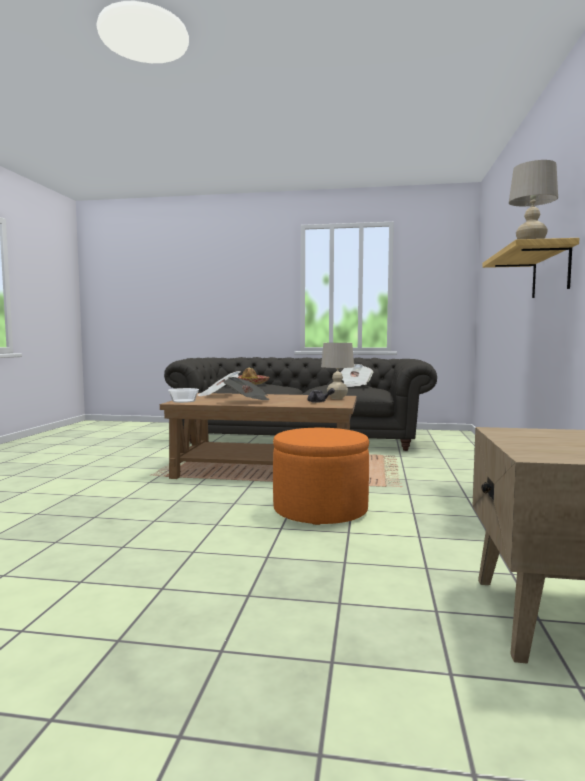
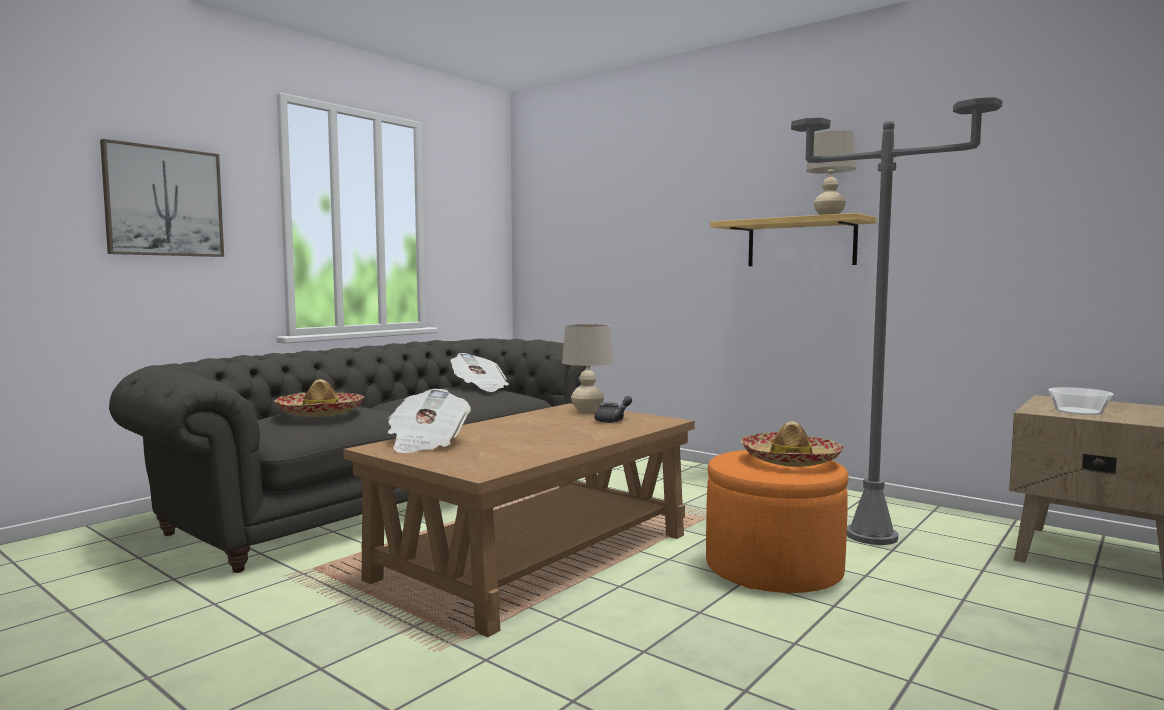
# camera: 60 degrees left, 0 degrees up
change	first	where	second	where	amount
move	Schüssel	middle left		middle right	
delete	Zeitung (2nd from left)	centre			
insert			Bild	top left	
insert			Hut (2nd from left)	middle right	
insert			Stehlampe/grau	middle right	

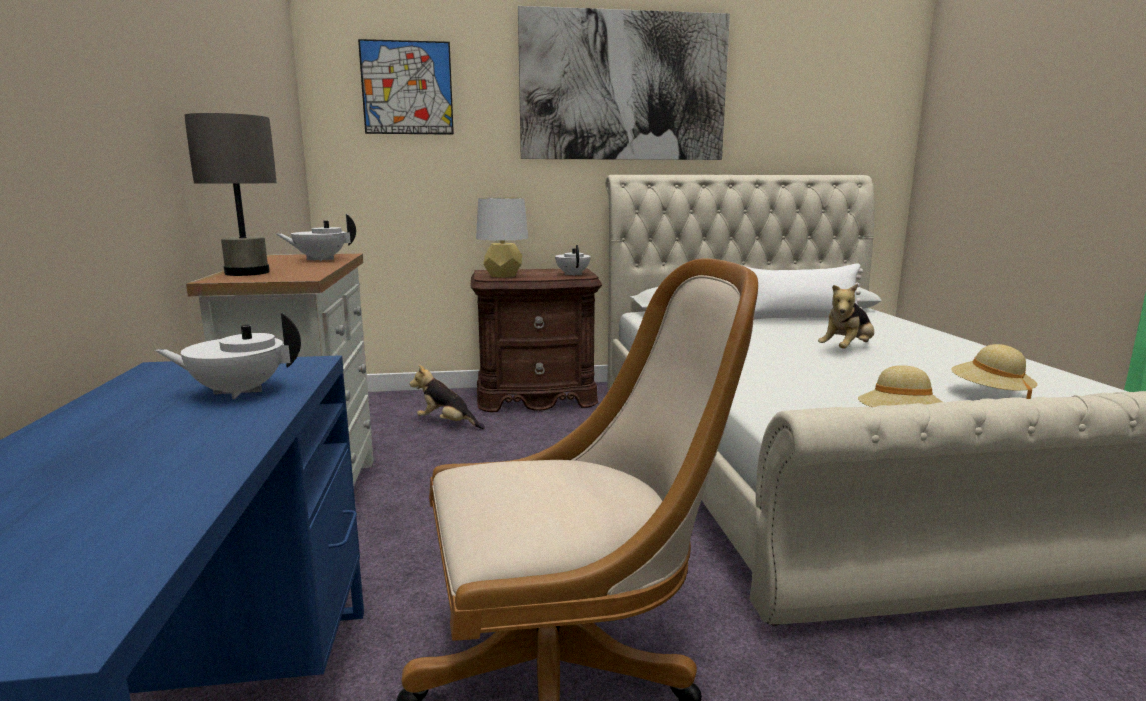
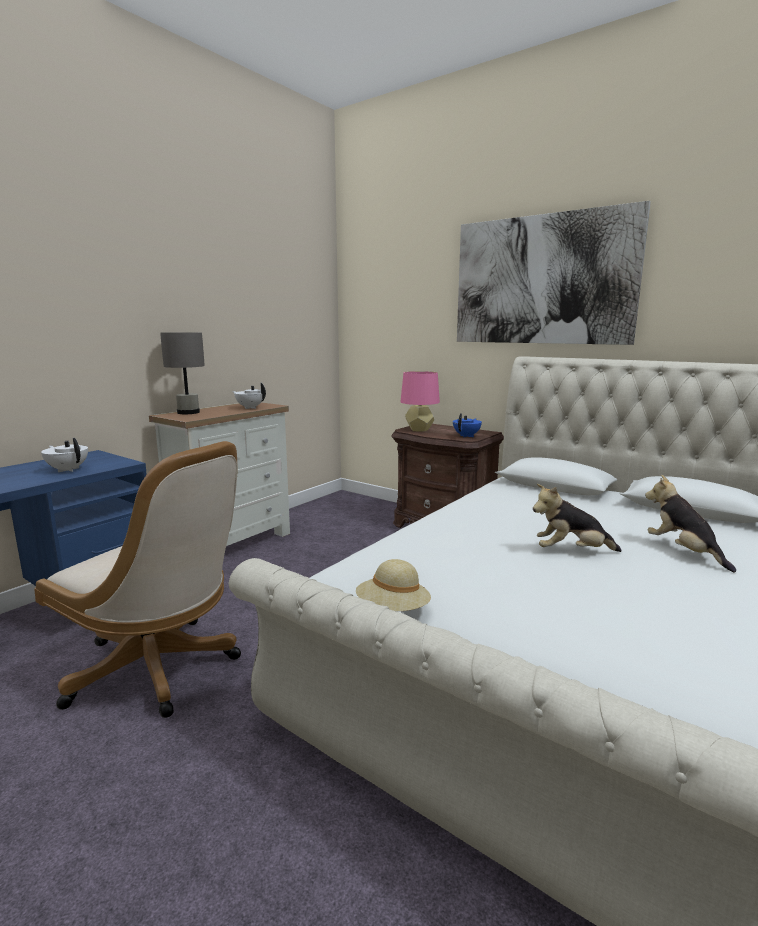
# camera: 45 degrees right, 0 degrees up
change	first	where	second	where	amount
delete	Bild (1st from left)	top centre			
move	Plüschtier (1st from left in the first image)	centre	Plüschtier (2nd from left)	middle right	
recolor	Tischlampe/grau (2nd from left)	centre	Tischlampe/rosa	centre	
recolor	Teekanne/weiß (3rd from left)	centre	Teekanne/blau	centre	
delete	Kissen/weiß	middle right			
delete	Hut/beige (2nd from left)	middle right			

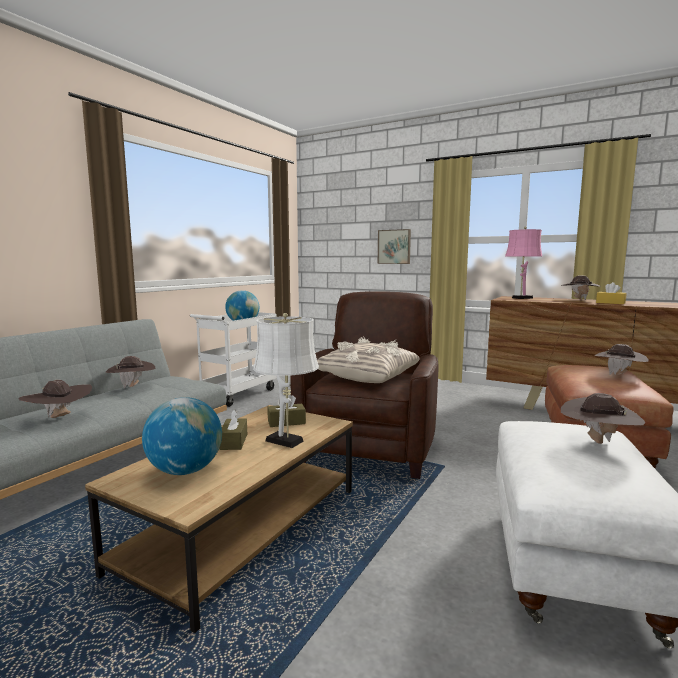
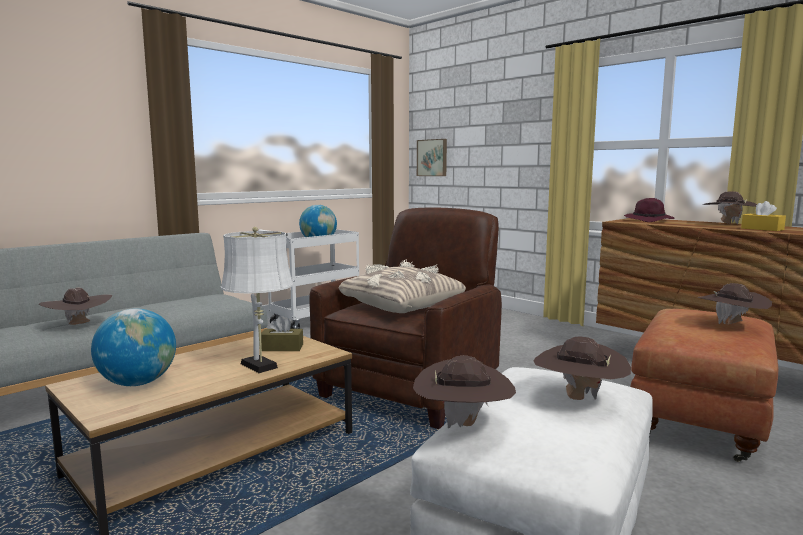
# camera: 15 degrees right, 0 degrees up
change	first	where	second	where	amount
move	Hut/braun (2nd from left)	middle left		bottom centre	
delete	Taschentuchbox/braun (1st from left)	centre			
move	Bild	centre		top centre	
replace	Tischlampe/rosa	middle right	Hut/lila	middle right	

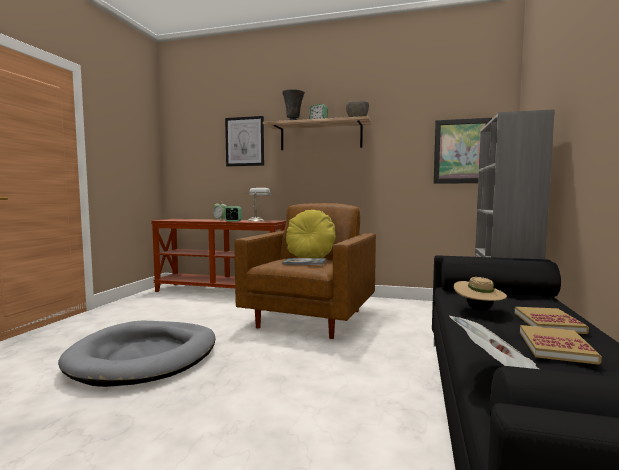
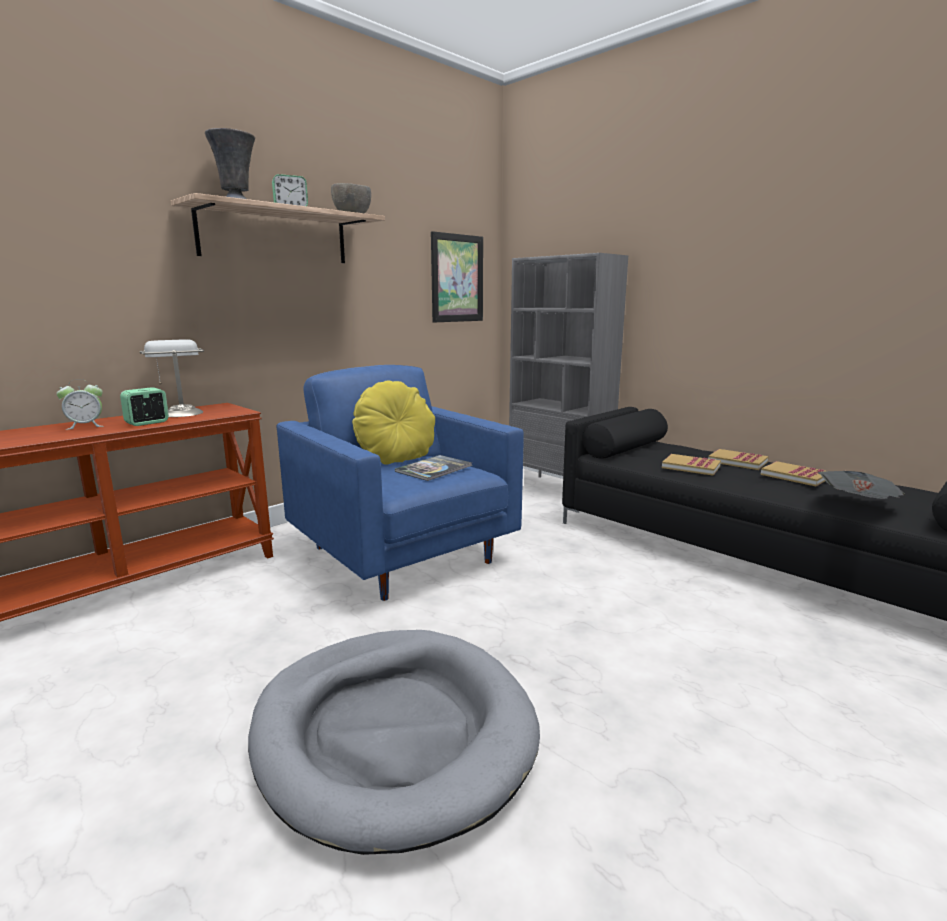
# camera: 60 degrees left, 10 degrees up
change	first	where	second	where	amount
delete	Bild (1st from left)	top centre			
recolor	Sessel/braun	centre	Sessel/blau	centre	
replace	Hut/beige	middle right	Buch (2nd from left)	middle right	

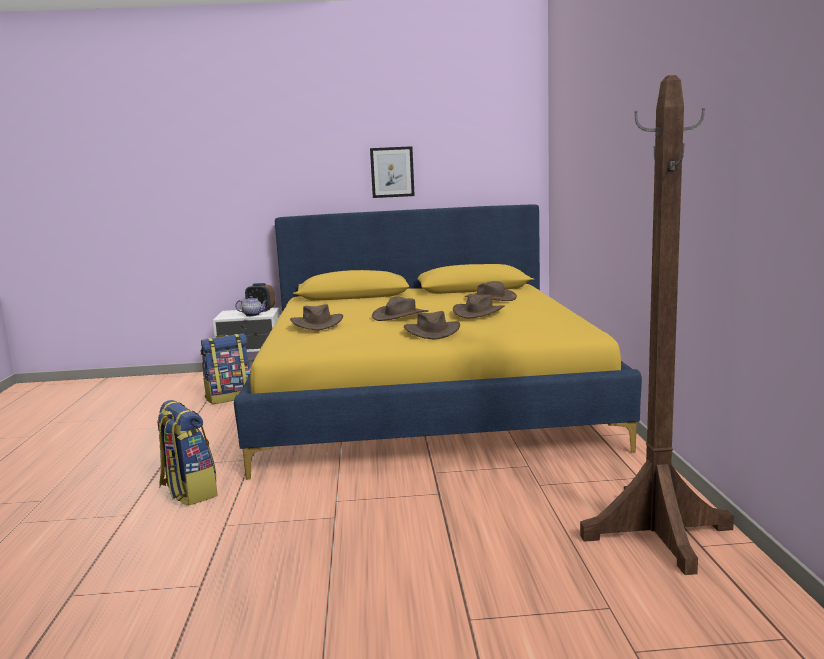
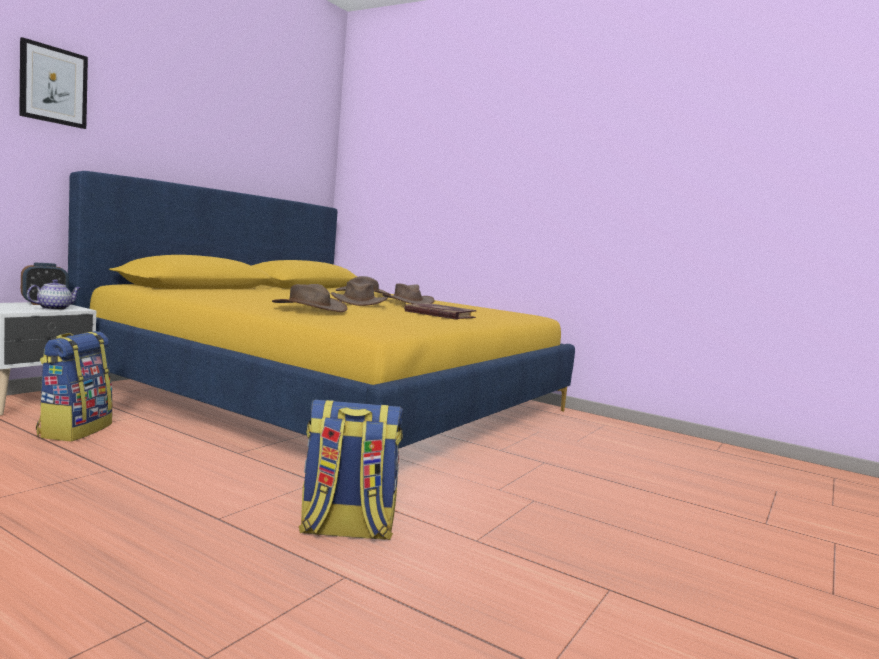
# camera: 55 degrees left, 5 degrees down
change	first	where	second	where	amount
move	Bild	top centre		top left	
replace	Hut/braun (3rd from left)	centre	Buch	centre	
delete	Kleiderständer/braun	middle right			

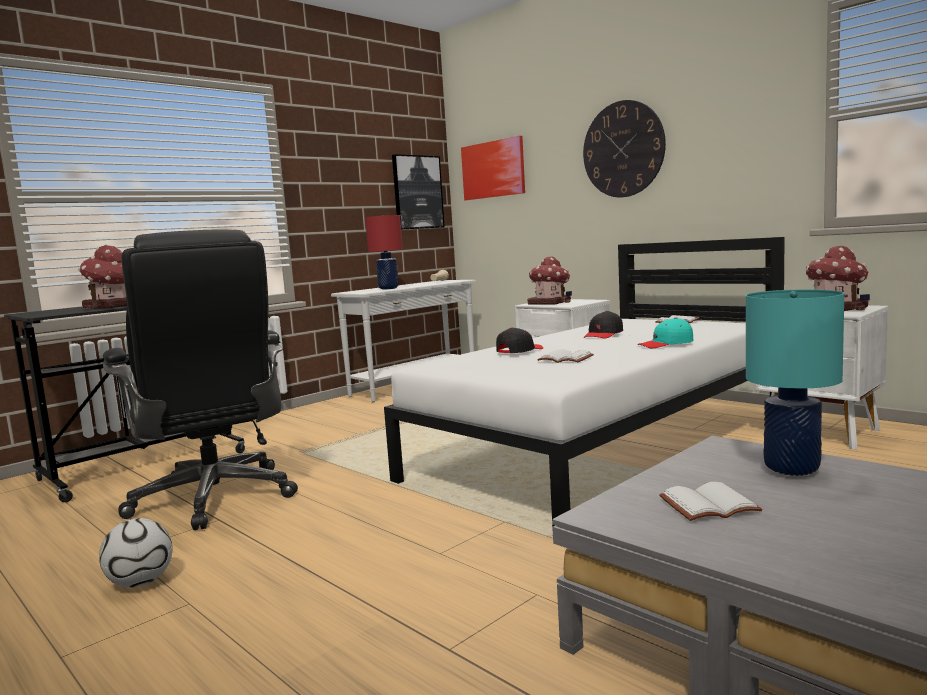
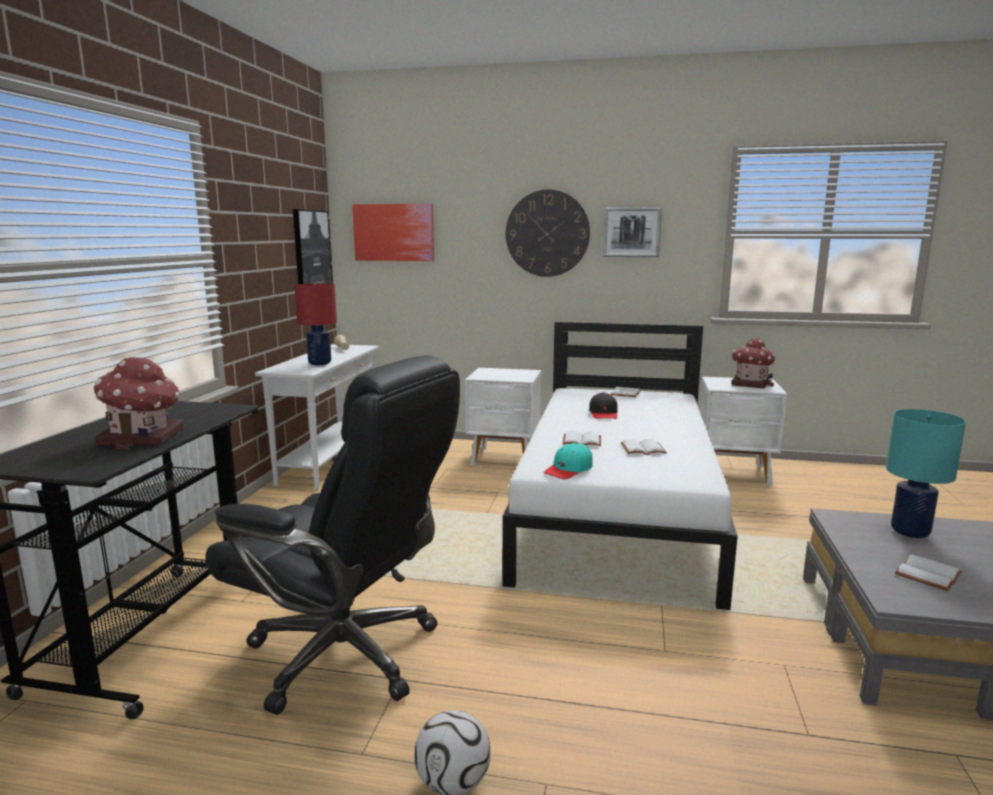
# camera: 35 degrees left, 5 degrees up
change	first	where	second	where	amount
replace	Kappe/schwarz (1st from left)	centre	Buch/weiß (1st from left)	centre	
delete	Spielzeughaus (2nd from left)	centre			
move	Kappe/türkis	middle right		centre	
insert			Bild (3rd from left)	top centre	

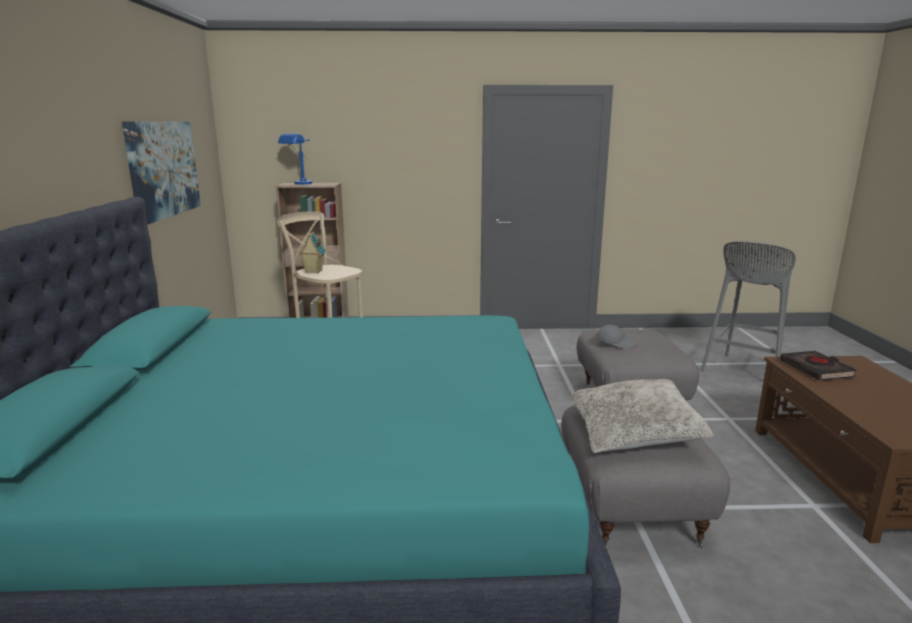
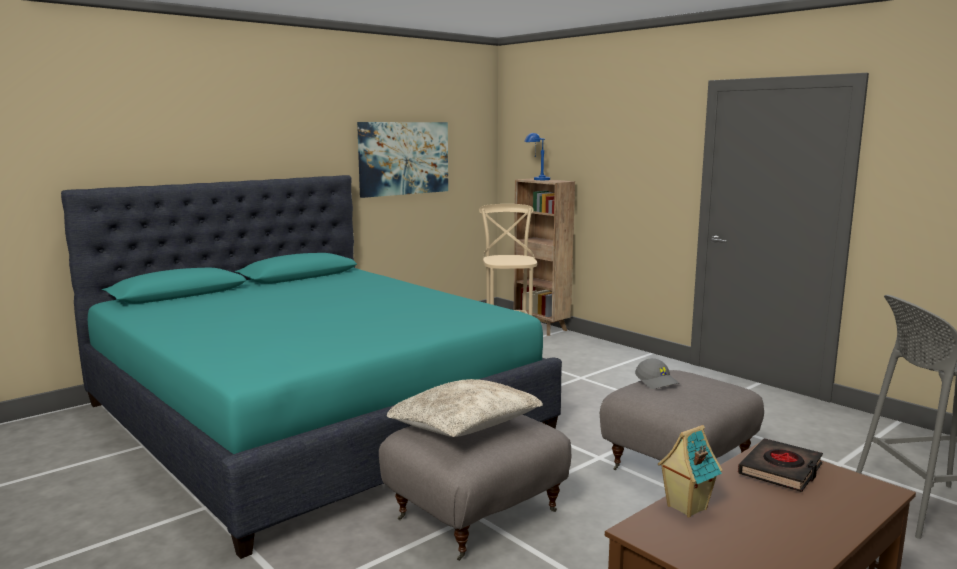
# camera: 50 degrees right, 5 degrees down
change	first	where	second	where	amount
move	Spielzeughaus	centre		bottom right	

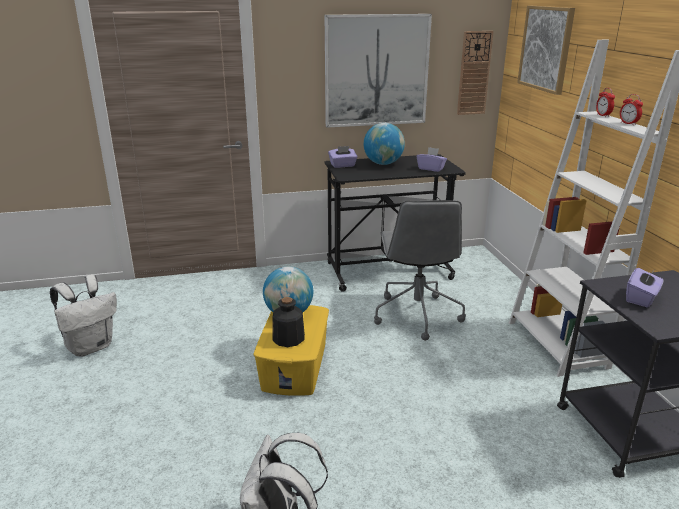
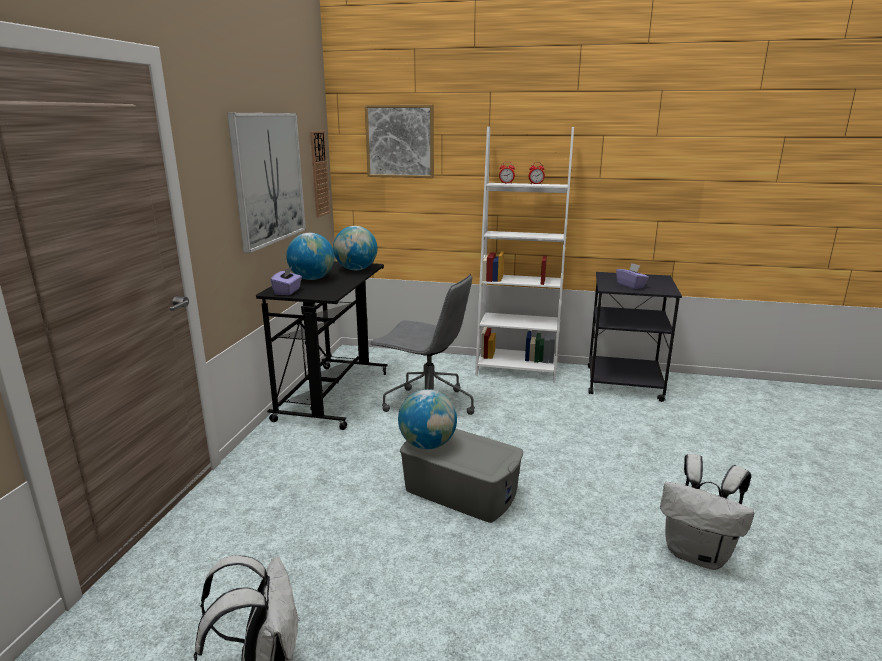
# camera: 65 degrees left, 5 degrees down
change	first	where	second	where	amount
recolor	Aufbewahrungsbox/gelb	bottom centre	Aufbewahrungsbox/grau	bottom centre	
delete	Flasche	centre			
replace	Taschentuchbox/lila (2nd from left)	top centre	Globus (2nd from left)	centre	

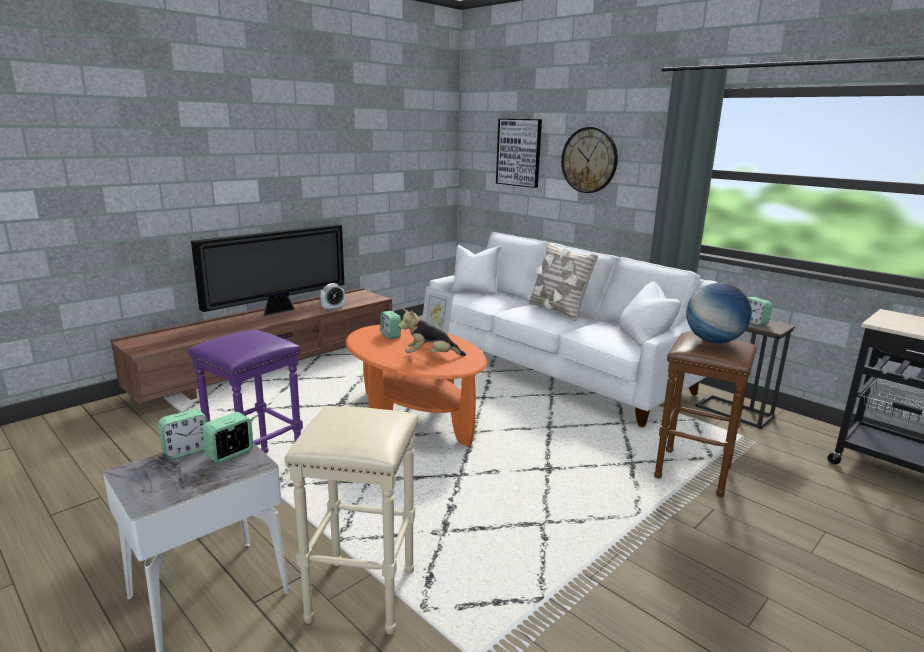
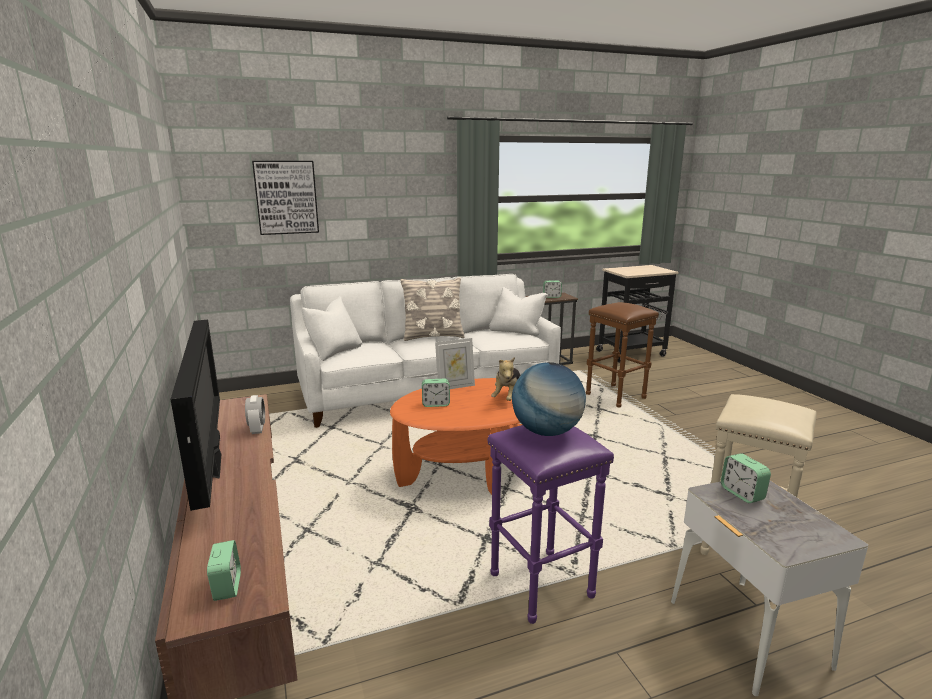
# camera: 65 degrees left, 0 degrees up
change	first	where	second	where	amount
move	Wecker (1st from left)	middle left		bottom left	
delete	Wanduhr	top centre			
move	Globus	middle right		centre	

